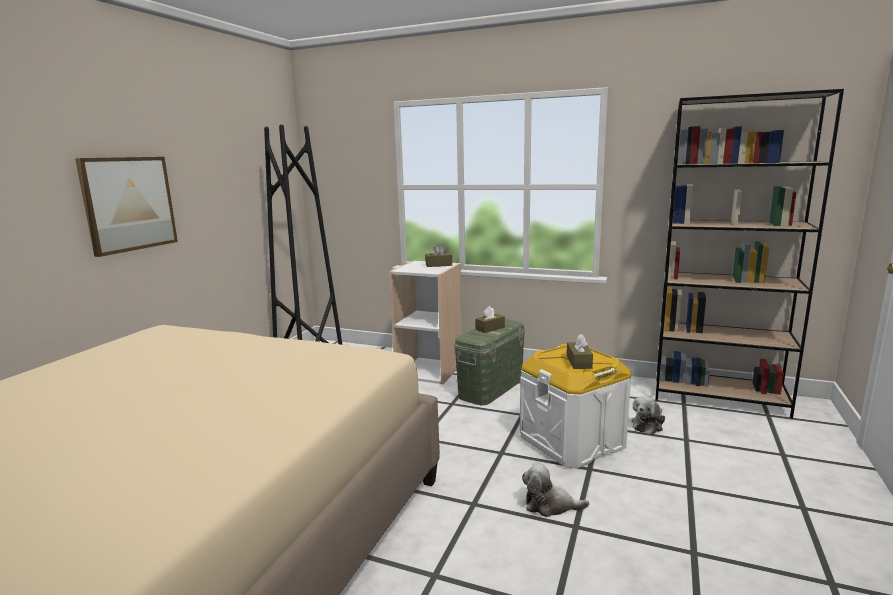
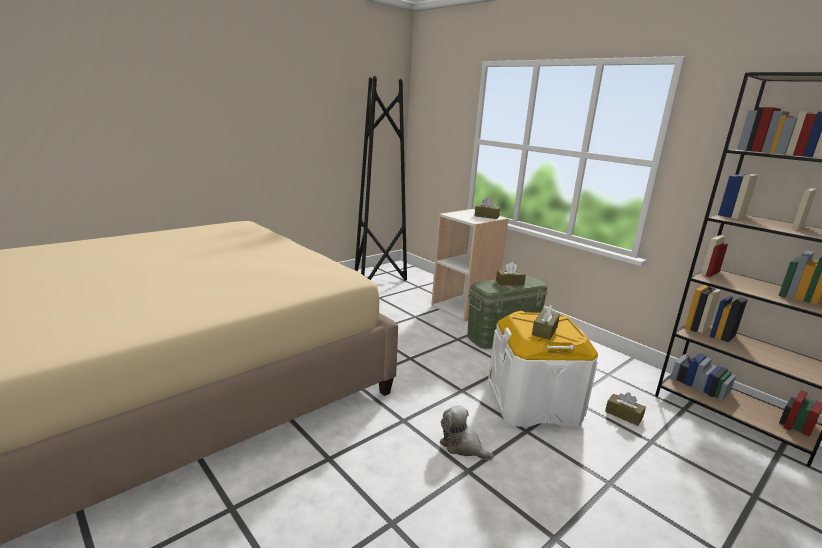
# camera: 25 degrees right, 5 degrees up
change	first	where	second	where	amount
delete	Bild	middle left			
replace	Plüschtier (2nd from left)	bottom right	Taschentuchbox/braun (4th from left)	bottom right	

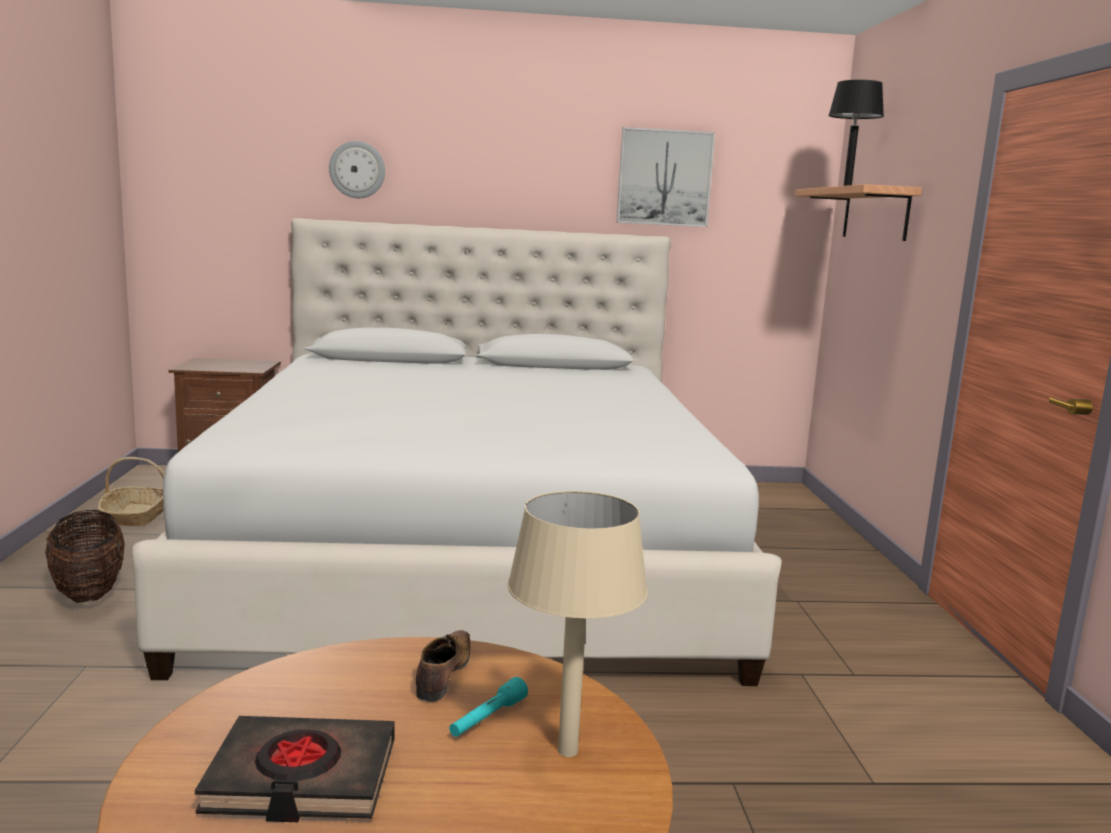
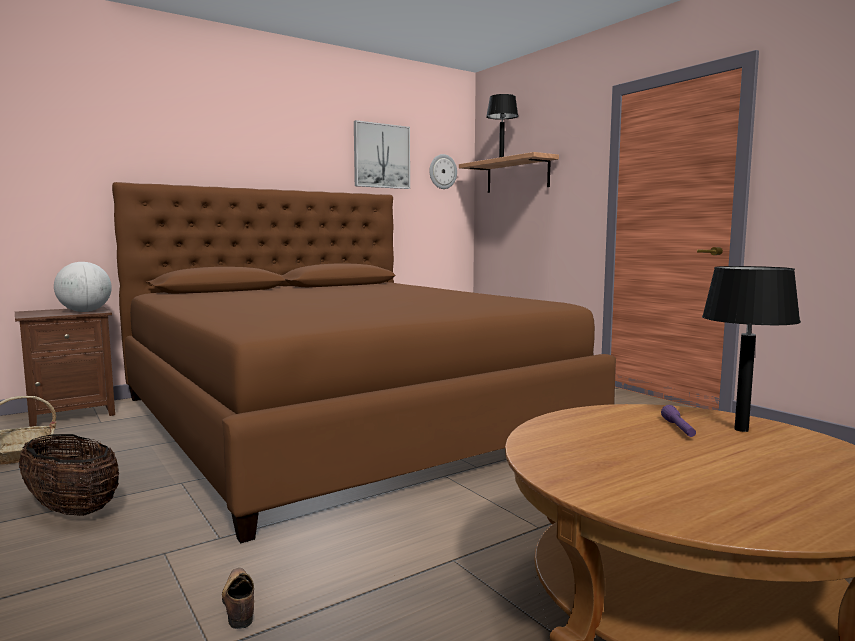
# camera: 30 degrees left, 5 degrees down
change	first	where	second	where	amount
recolor	Bett/weiß	centre	Bett/braun	centre	
delete	Buch/schwarz	bottom left			
move	Wanduhr	top left		top centre	
move	Schuh	bottom centre		bottom left	
recolor	Taschenlampe/türkis	bottom centre	Taschenlampe/lila	middle right	
recolor	Tischlampe/beige	bottom centre	Tischlampe/schwarz (2nd from left)	middle right	
insert			Globus	middle left	

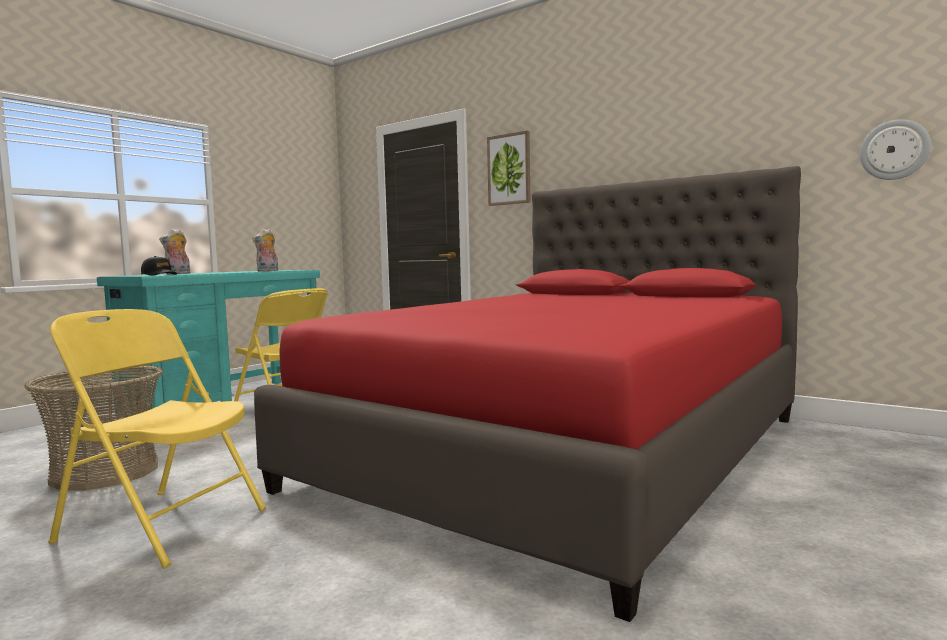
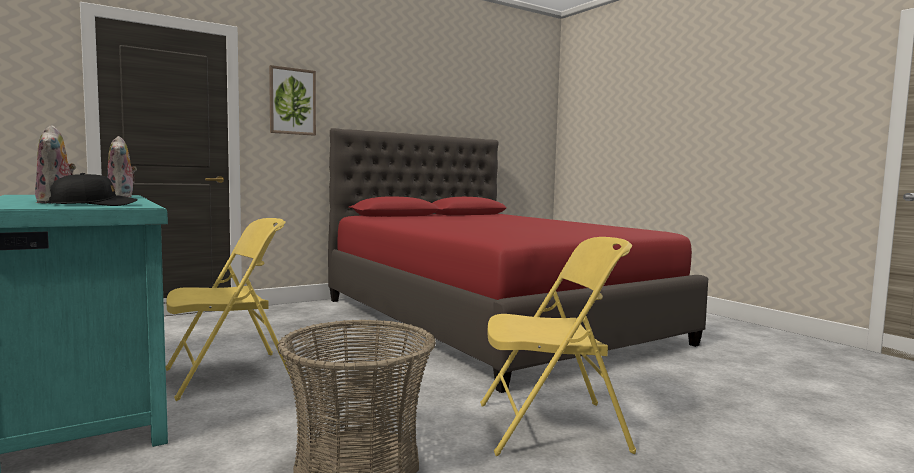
# camera: 70 degrees left, 0 degrees up
change	first	where	second	where	amount
rotate	Stuhl/gelb (1st from left in the first image)	bottom left	Stuhl/gelb (2nd from left)	bottom centre	135 degrees counterclockwise
delete	Wanduhr	top right			

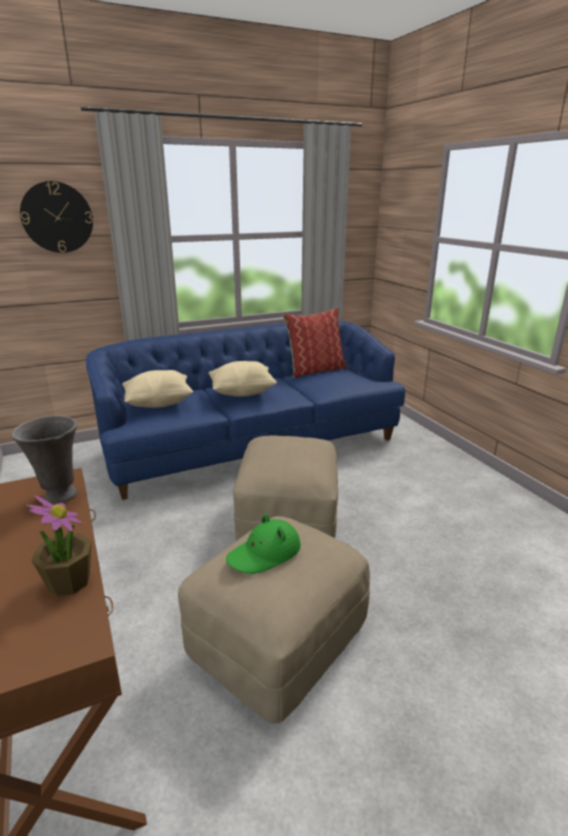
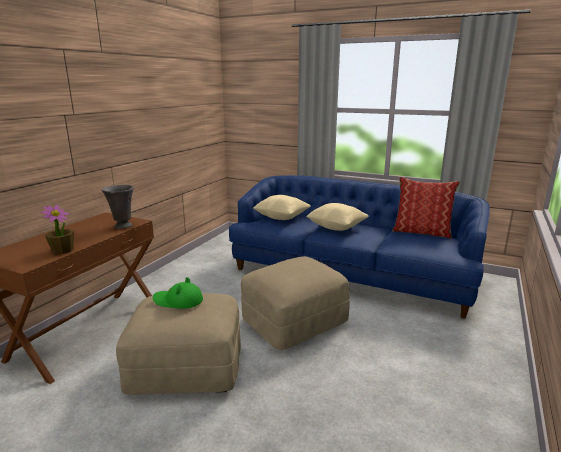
# camera: 50 degrees right, 5 degrees down
change	first	where	second	where	amount
delete	Wanduhr	top left			

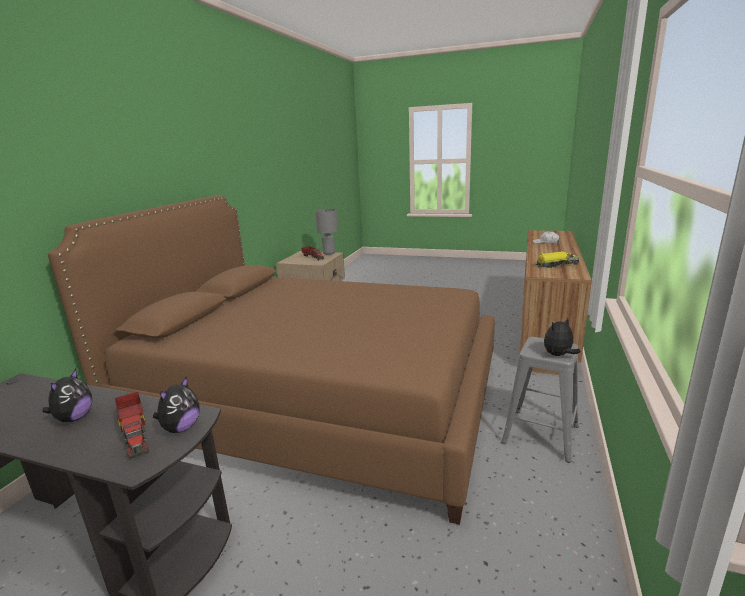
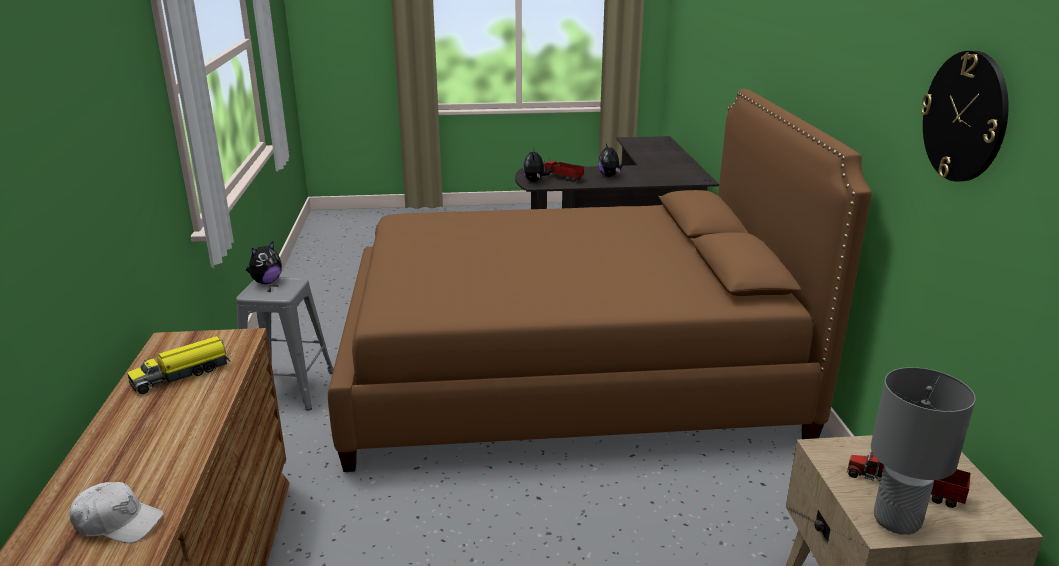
# camera: 155 degrees right, 5 degrees up
change	first	where	second	where	amount
insert			Wanduhr	top right	

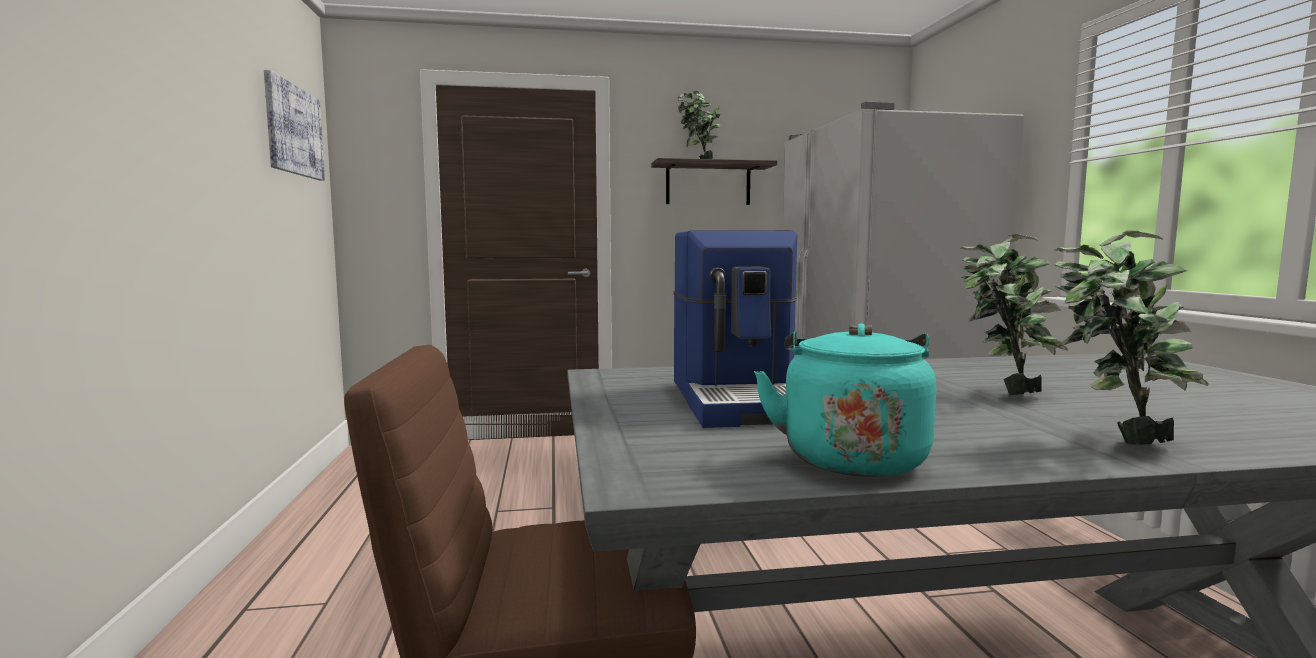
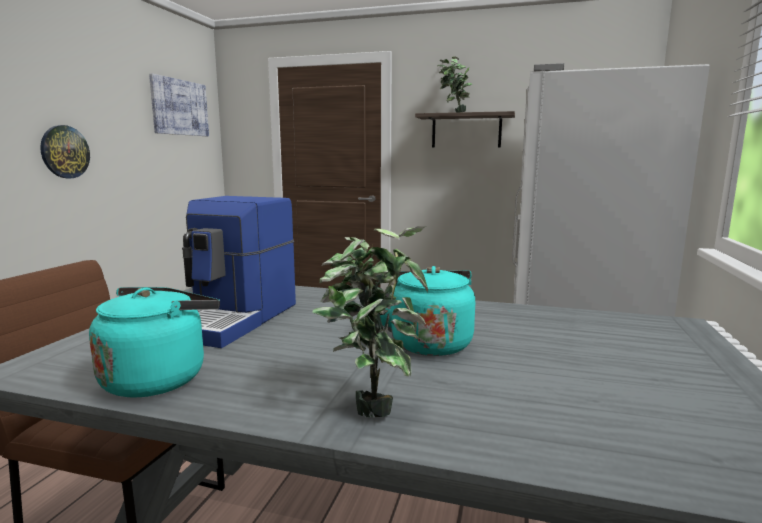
# camera: 25 degrees right, 5 degrees up
change	first	where	second	where	amount
replace	Topfpflanze (2nd from left)	middle right	Wasserkessel/türkis (2nd from left)	centre	
insert			Wanduhr	top left	

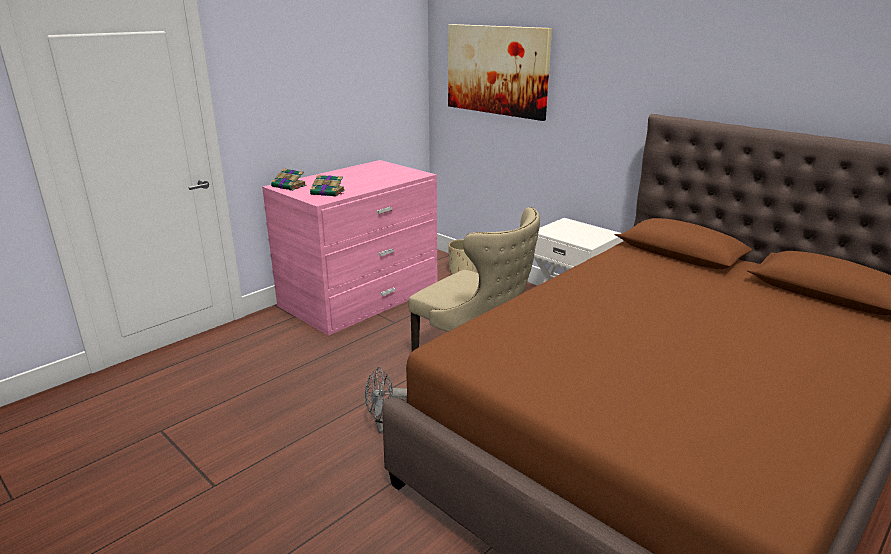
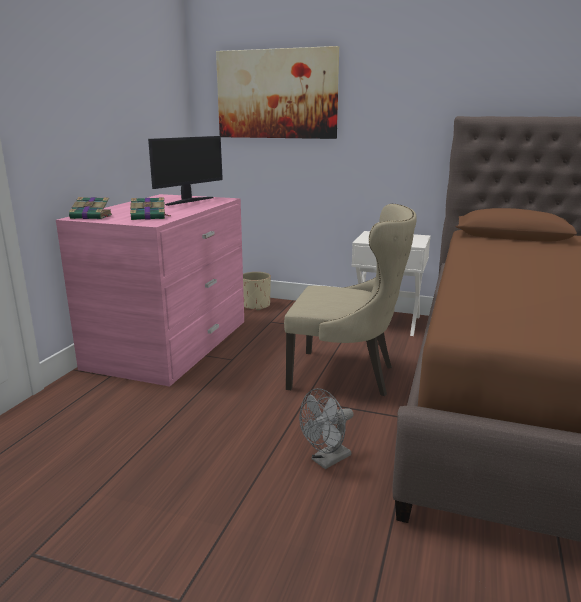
# camera: 25 degrees left, 5 degrees down
change	first	where	second	where	amount
insert			Monitor	top left	

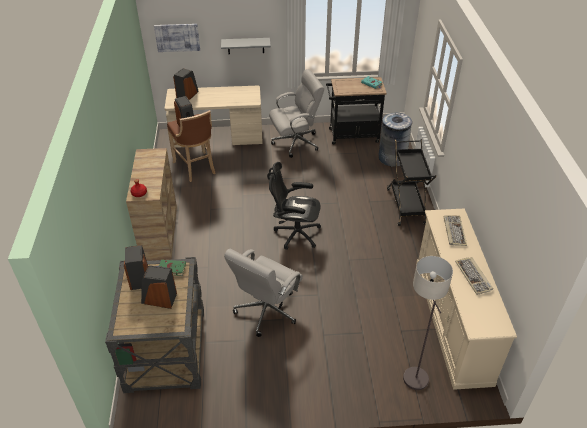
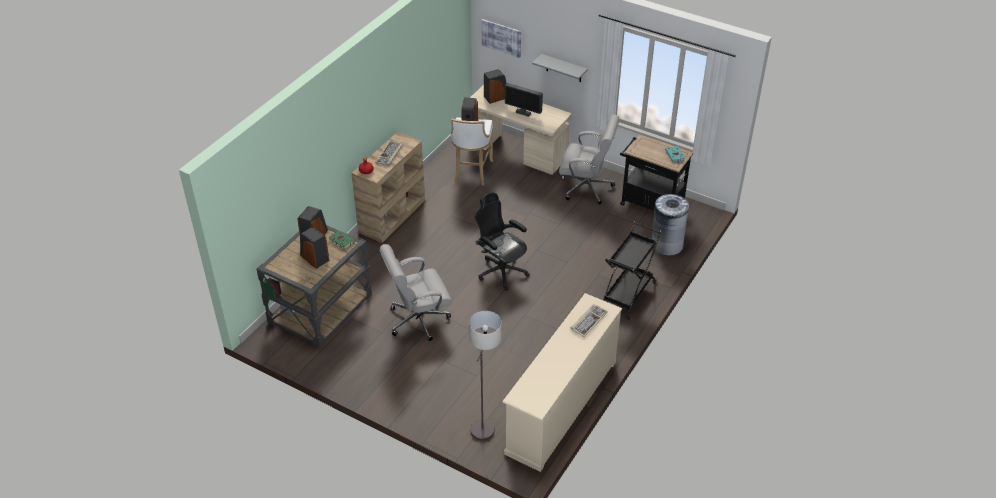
# camera: 35 degrees right, 0 degrees up
change	first	where	second	where	amount
recolor	Hocker/braun	middle left	Hocker/weiß	top centre	
move	Tastatur (2nd from left in the first image)	middle right	Tastatur (1st from left)	top centre	
insert			Monitor	top centre	

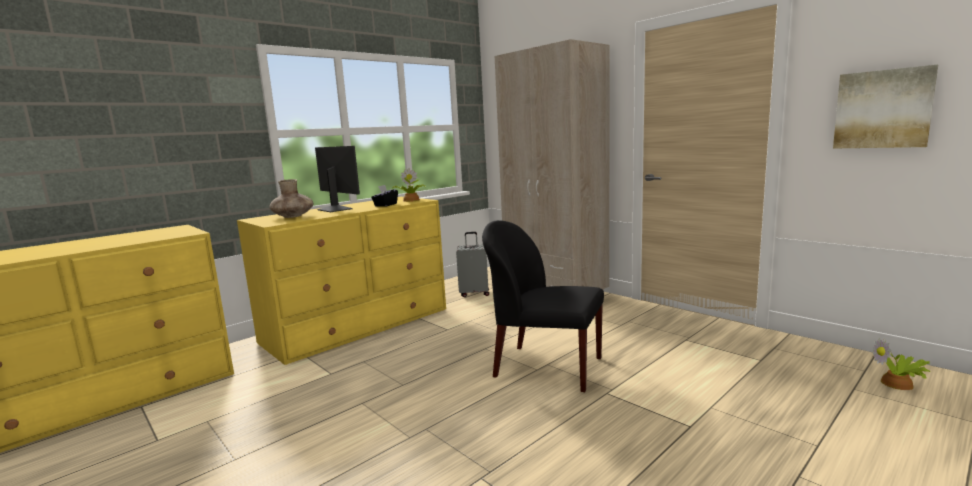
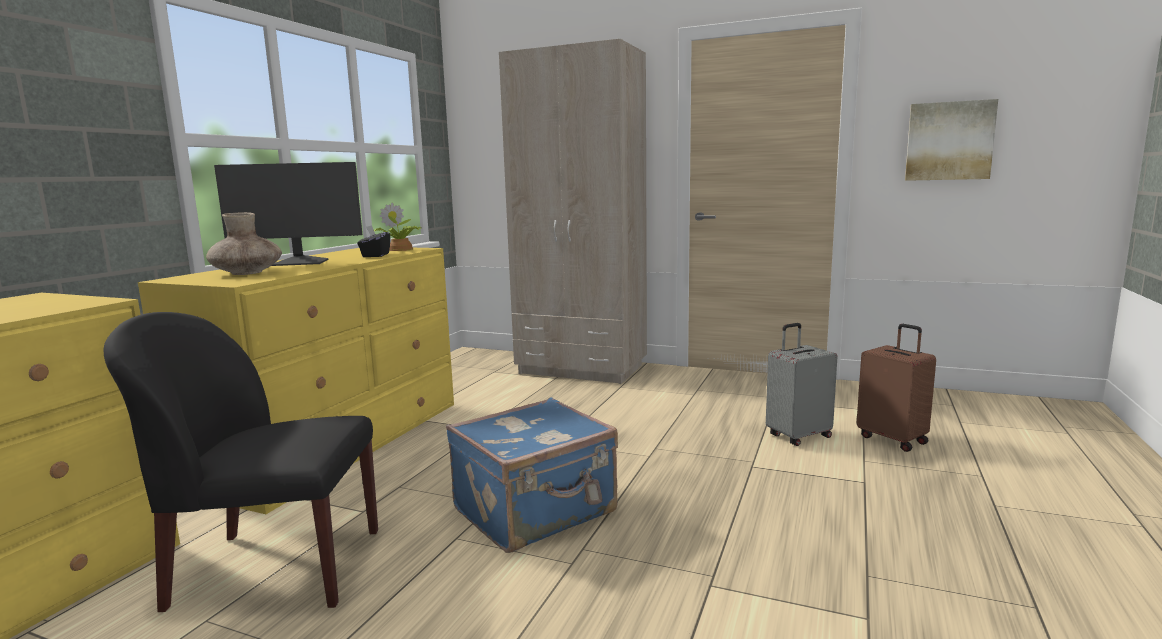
# camera: 25 degrees left, 0 degrees up
change	first	where	second	where	amount
rotate	Monitor	centre		middle left	150 degrees clockwise
move	Koffer/grau	centre		middle right	
move	Stuhl/schwarz	centre		bottom left	
delete	Topfpflanze (2nd from left)	bottom right			
insert			Koffer/blau	bottom centre	
insert			Koffer/braun	middle right	

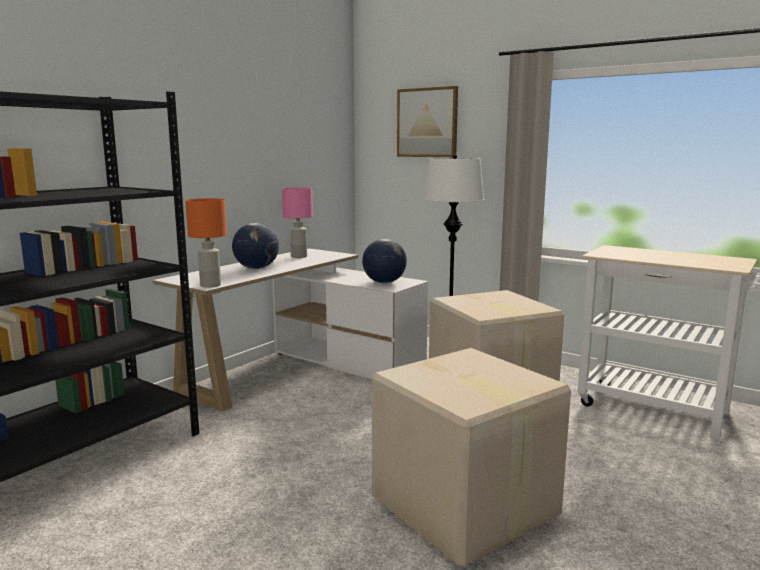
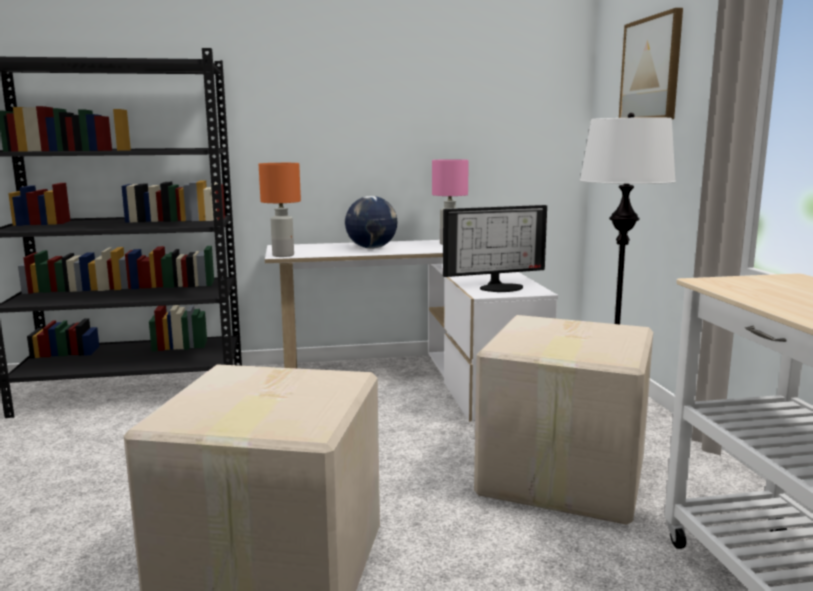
# camera: 45 degrees right, 0 degrees up
change	first	where	second	where	amount
replace	Globus (2nd from left)	centre	Monitor	centre	

